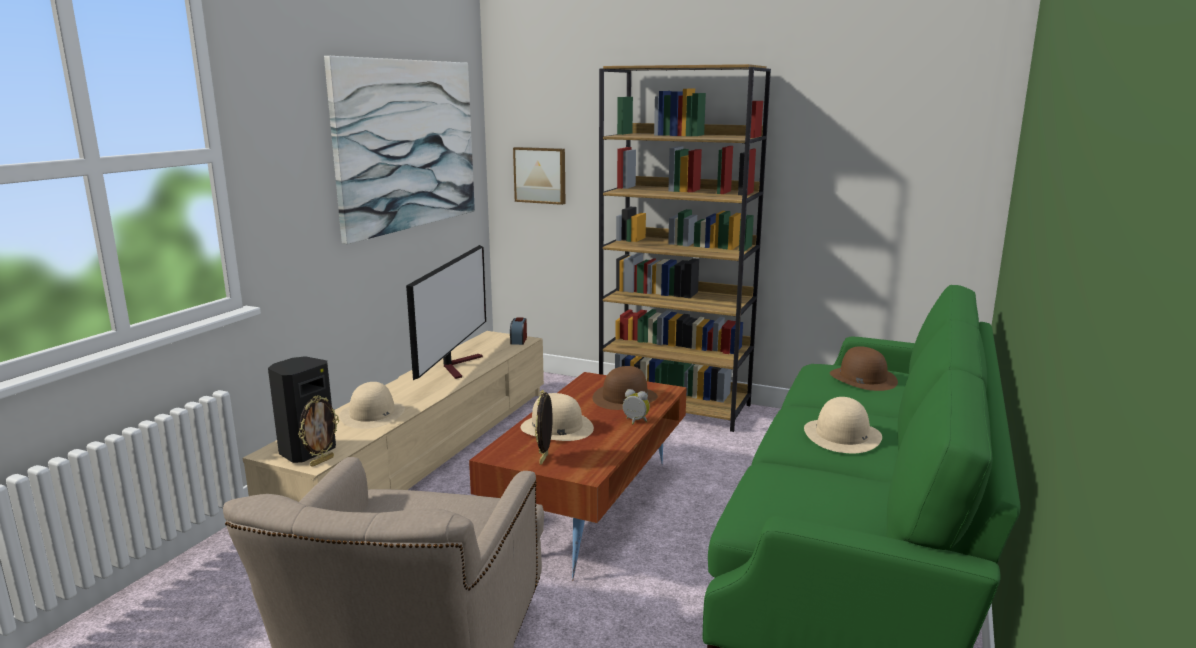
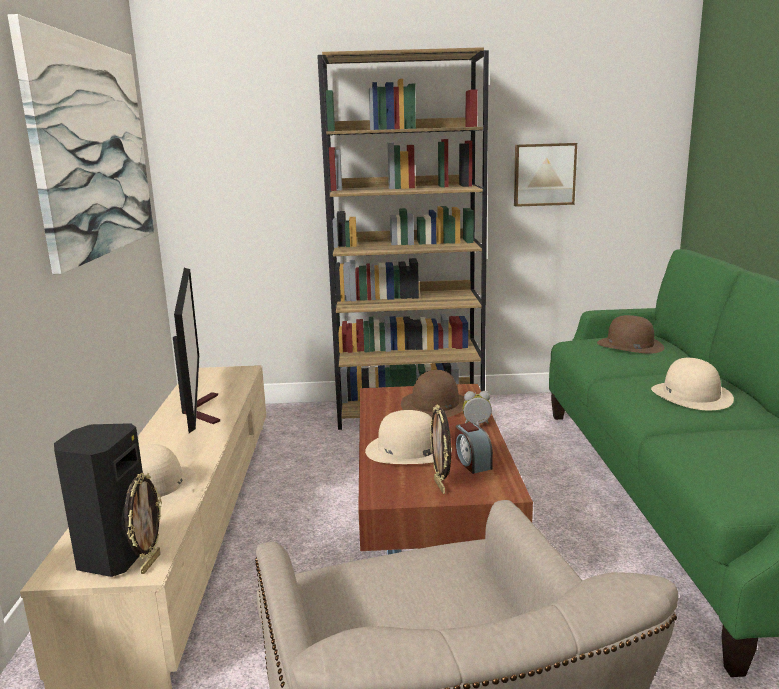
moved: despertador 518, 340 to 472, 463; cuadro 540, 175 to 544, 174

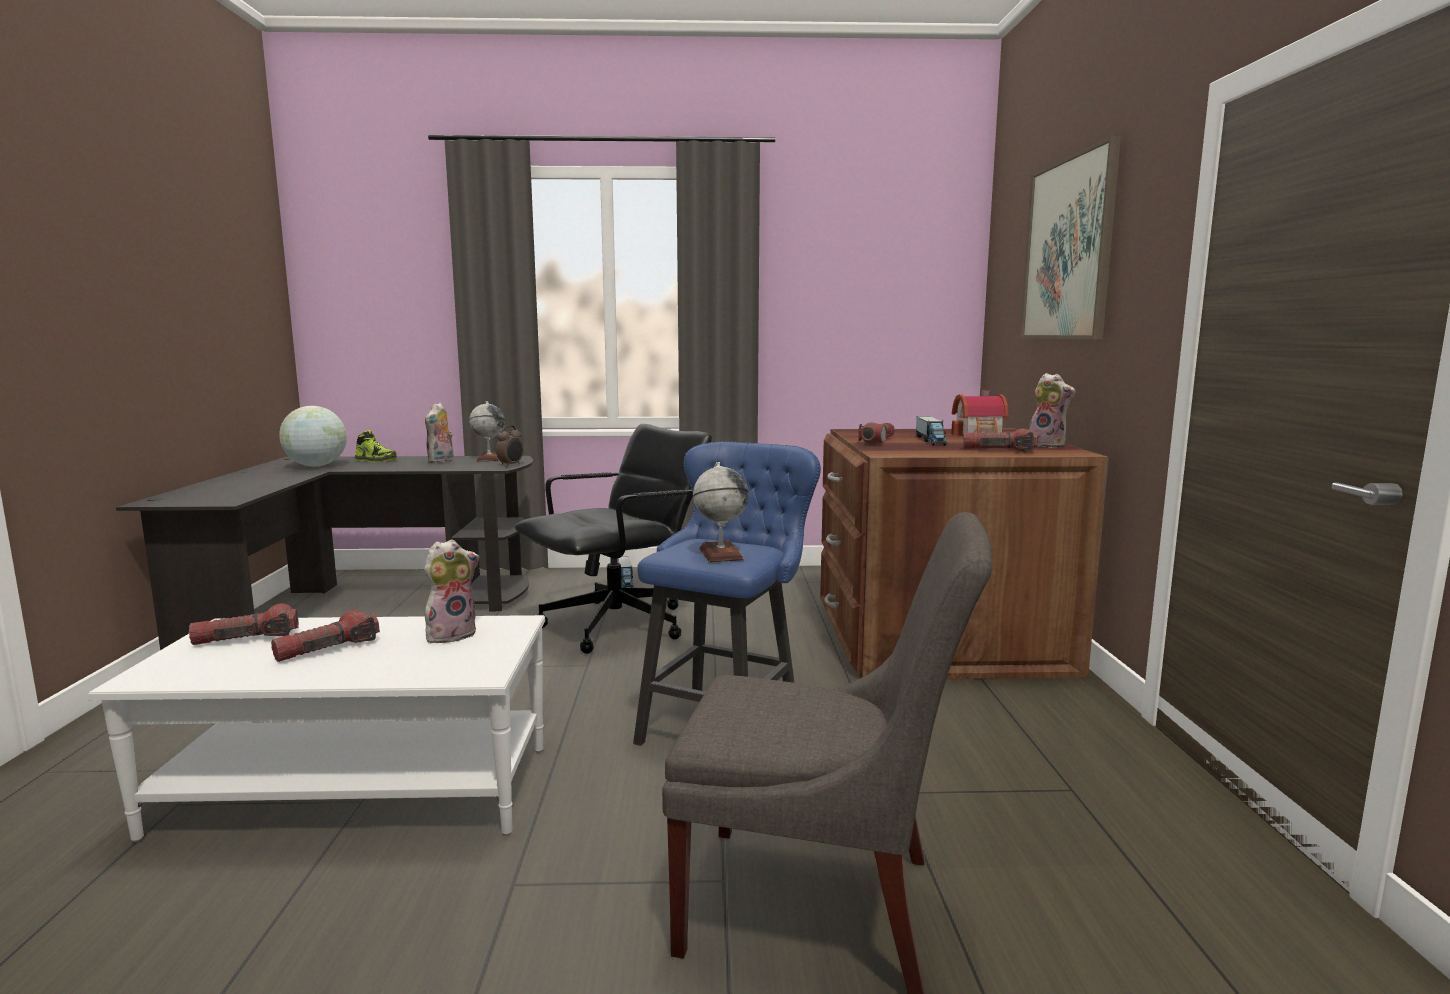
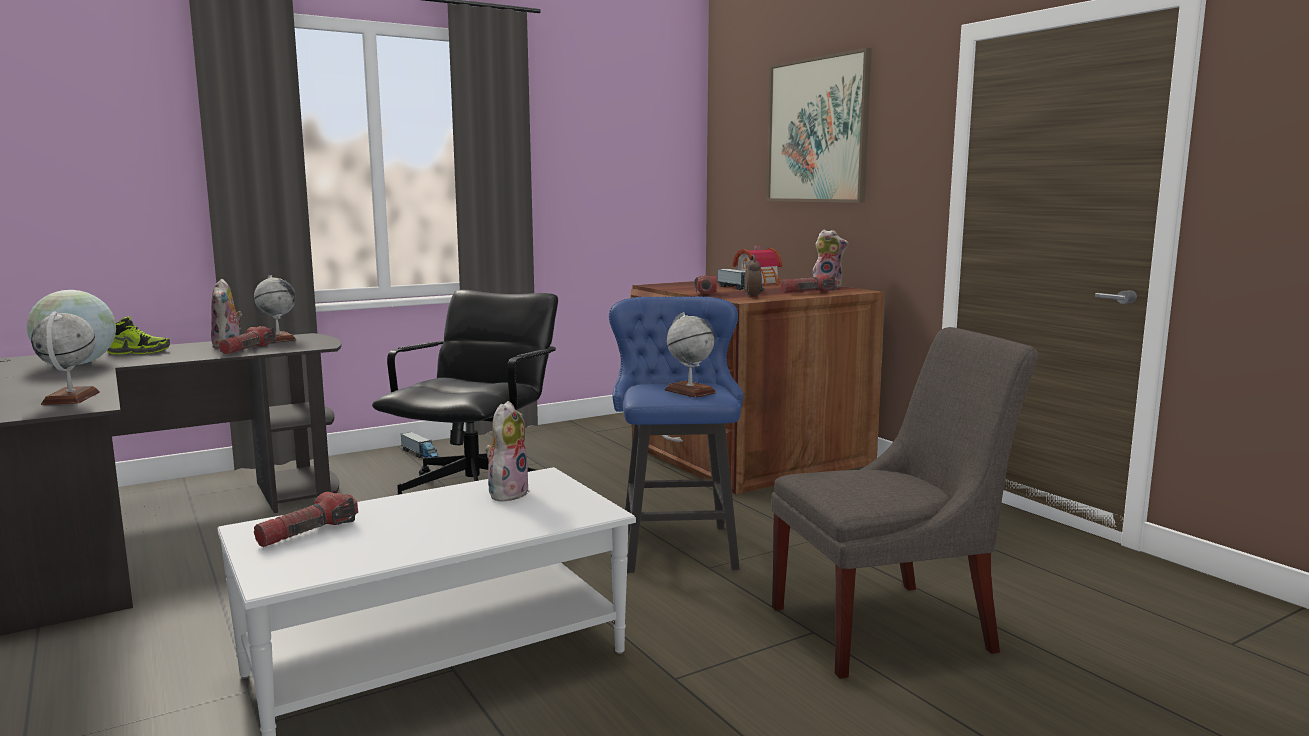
added: globo terráqueo 71, 398
moved: linterna 328, 649 to 248, 349; despertador 511, 465 to 753, 297

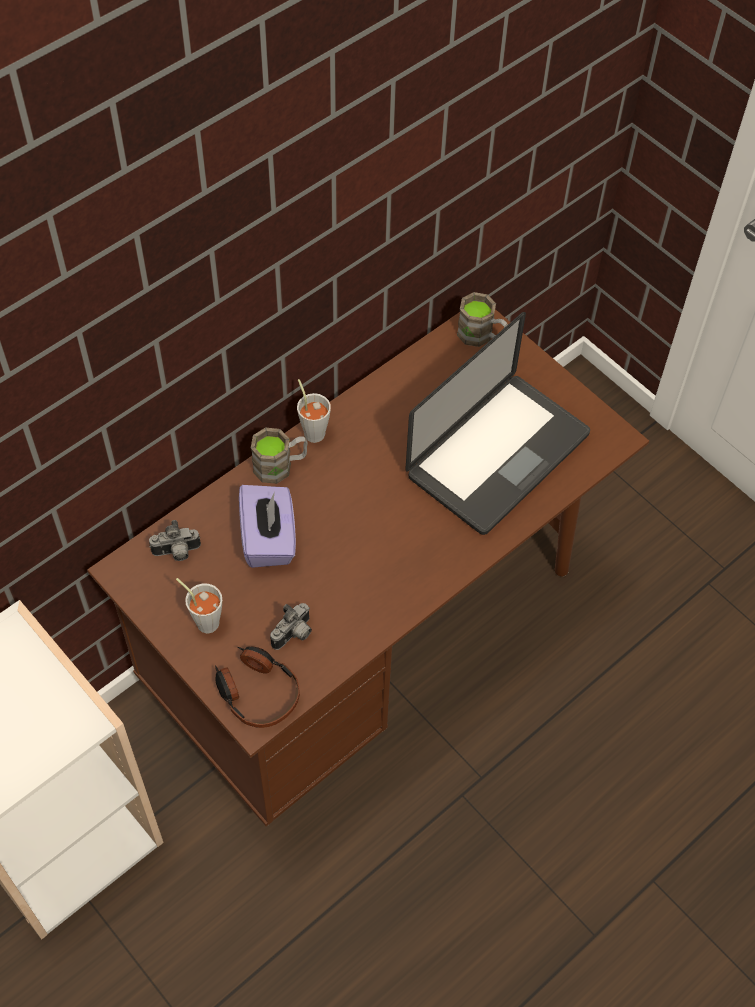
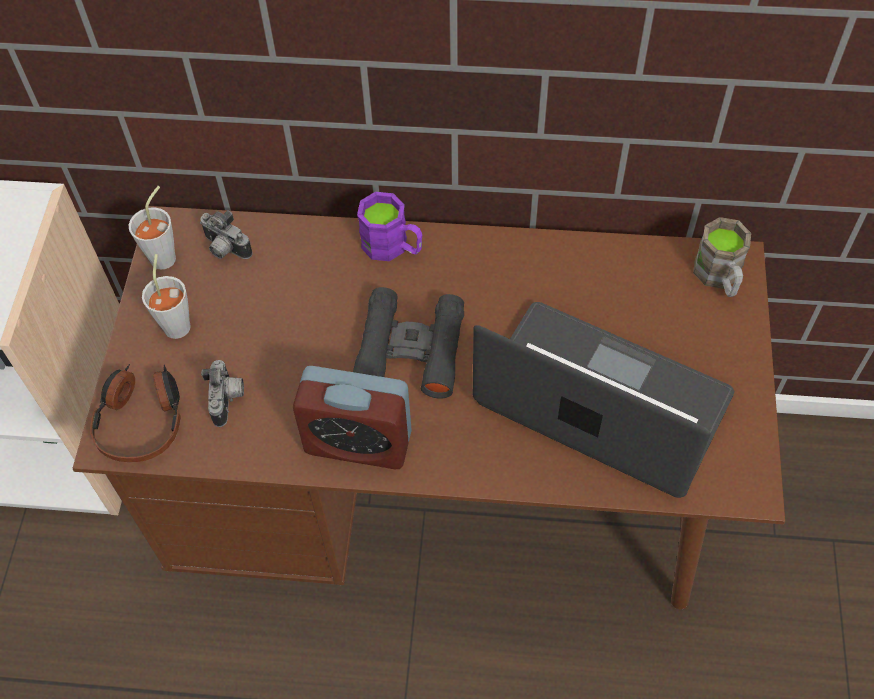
removed: caja de pañuelos/morado 269, 539
added: despertador 358, 442; prismáticos/negro 410, 349
moved: taza/gris 313, 430 to 166, 254
recoloured: taza grande/marrón 280, 465 to taza grande/morado 393, 247
turned: cámara 294, 635 = 228, 400 90 degrees counterclockwise; portátil 498, 455 = 602, 401 150 degrees counterclockwise

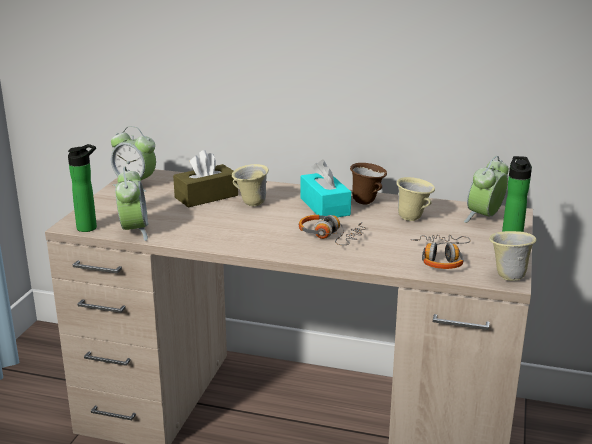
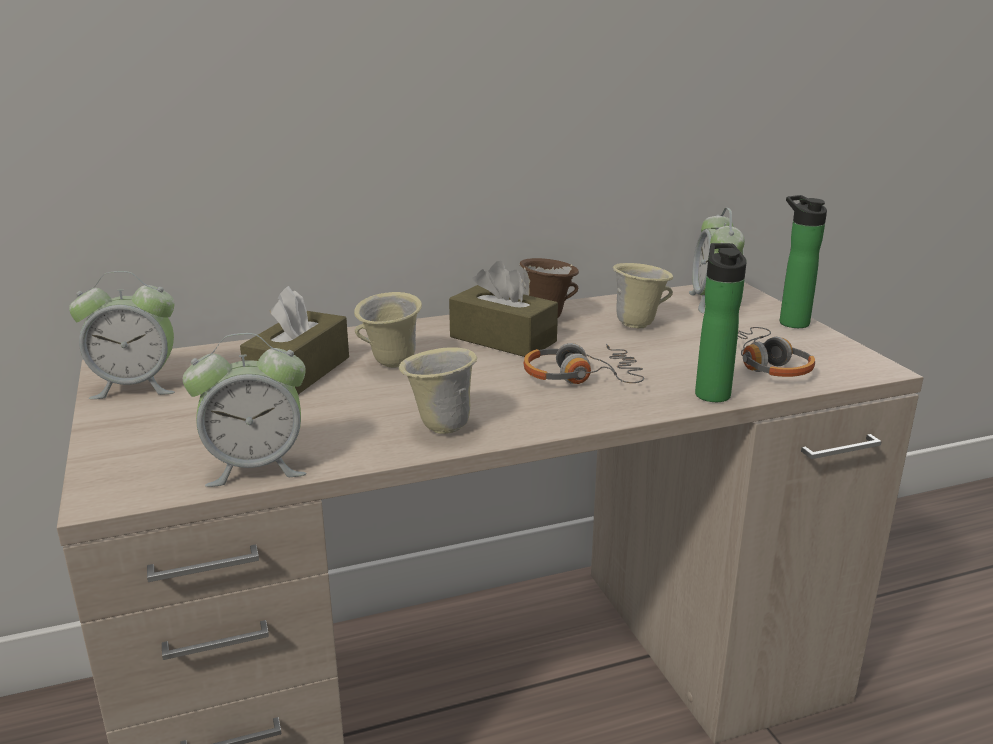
moved: botella 89, 227 to 711, 392; taza grande/beis 507, 276 to 439, 427
recoloured: caja de pañuelos/turquesa 324, 206 to caja de pañuelos/marrón 503, 339
turned: despertador 134, 231 = 256, 467 120 degrees clockwise

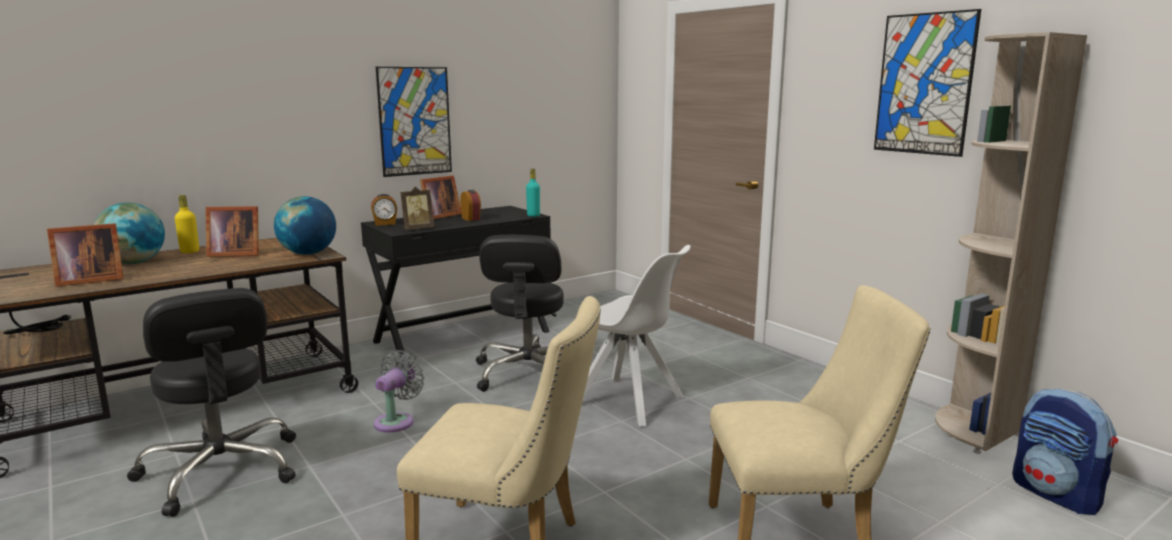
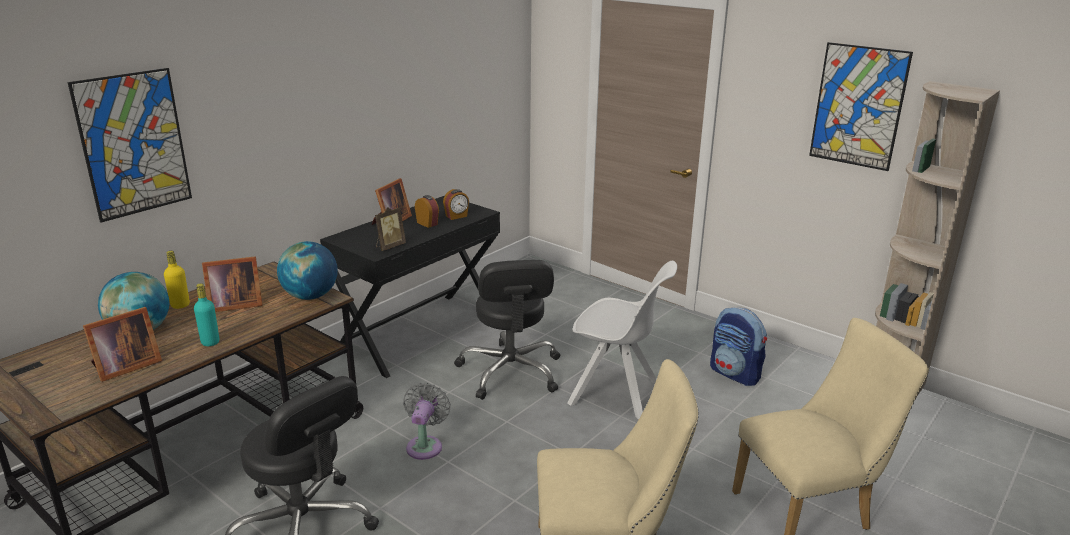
moved: despertador 385, 224 to 456, 216; cuadro 414, 121 to 133, 144; botella/turquesa 533, 215 to 210, 342; mochila 1057, 495 to 735, 374

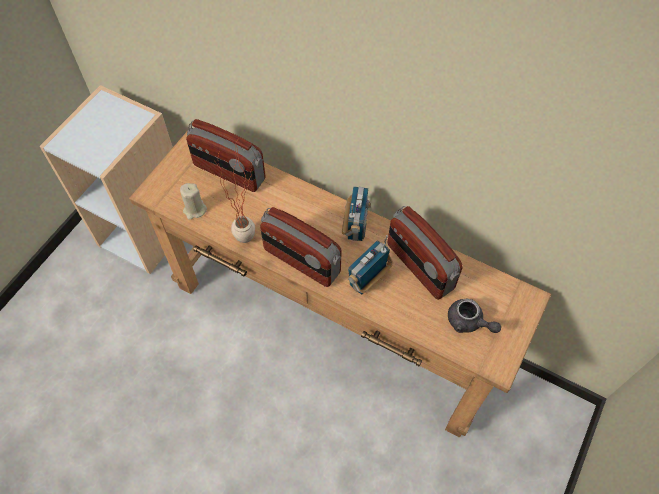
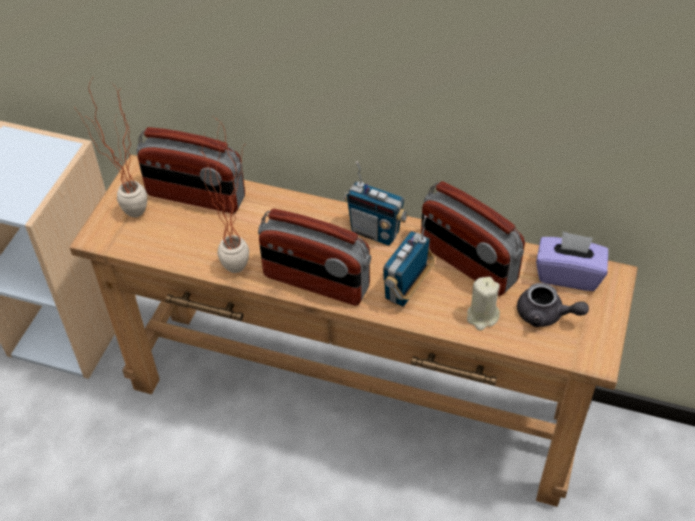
added: planta en maceta 128, 218; caja de pañuelos/morado 568, 274
moved: vela/beis 195, 210 to 482, 316
turned: radio 355, 227 = 375, 232 120 degrees clockwise

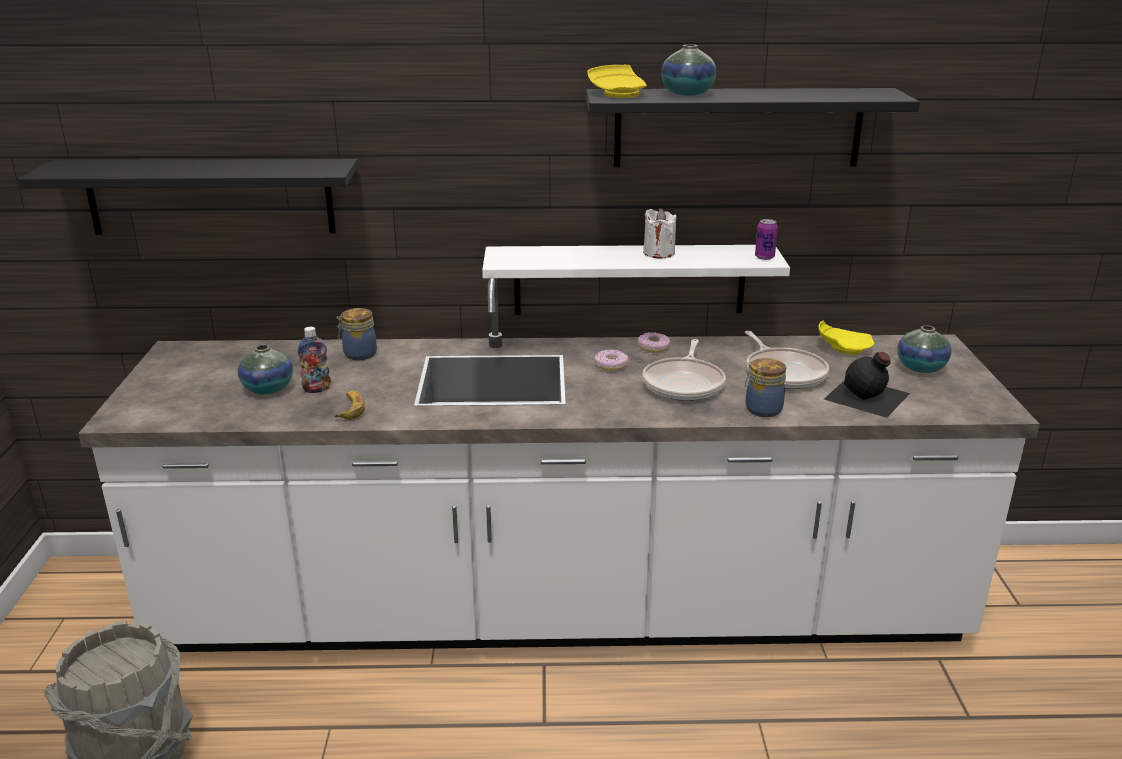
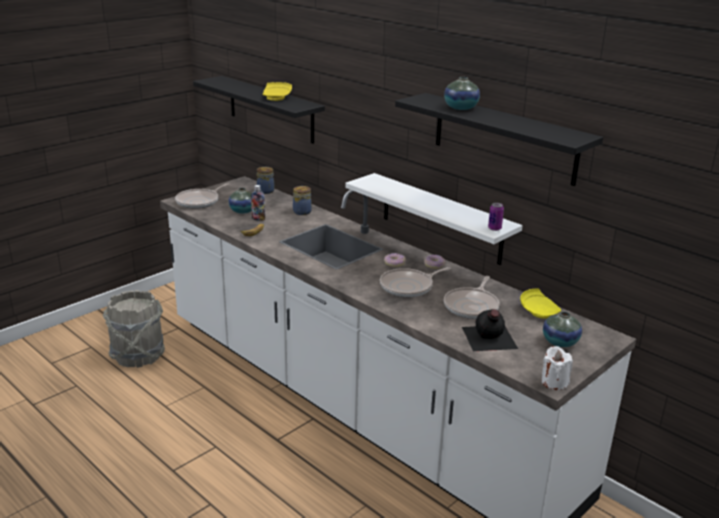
added: sartén 199, 201
moved: plato/amarillo 619, 94 to 277, 97; vela/blanco 659, 253 to 554, 382; tarro 762, 409 to 265, 191

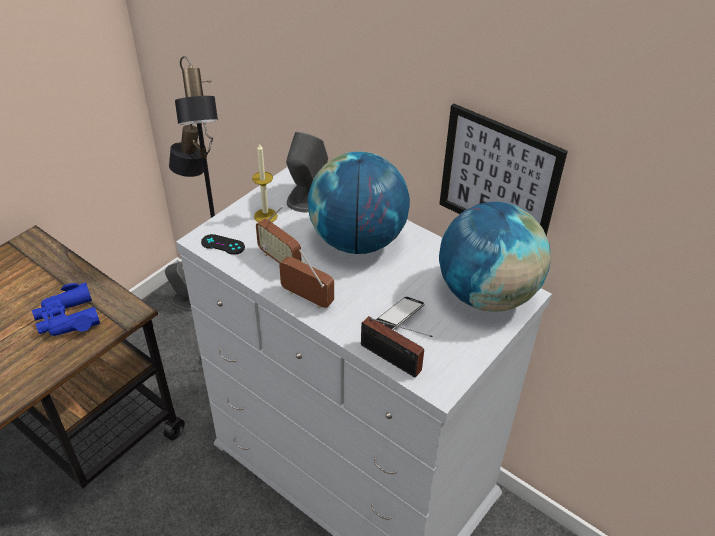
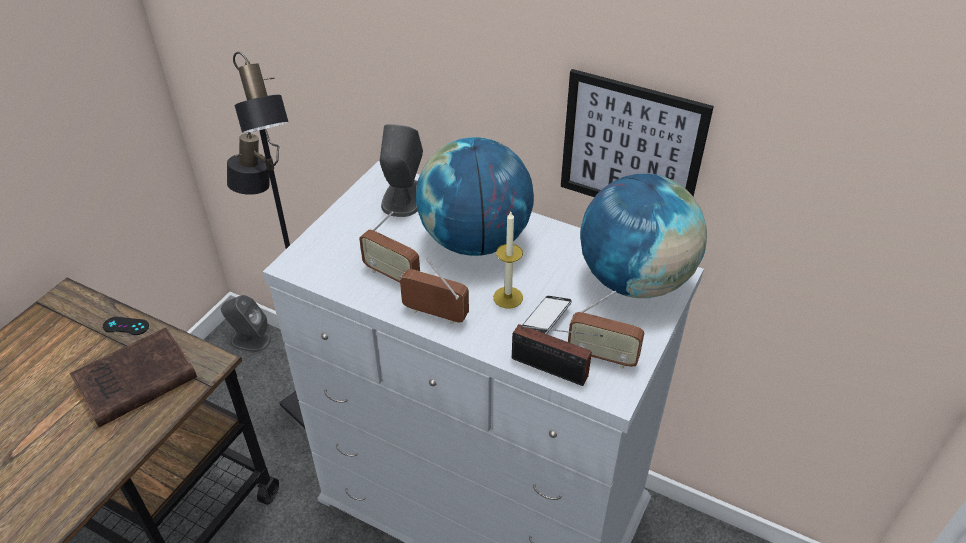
added: radio 602, 356
moved: mando de consola/negro 223, 244 to 126, 326; vela 265, 216 to 508, 297
replaced: prismáticos/azul 67, 318 to libro/marrón 133, 382

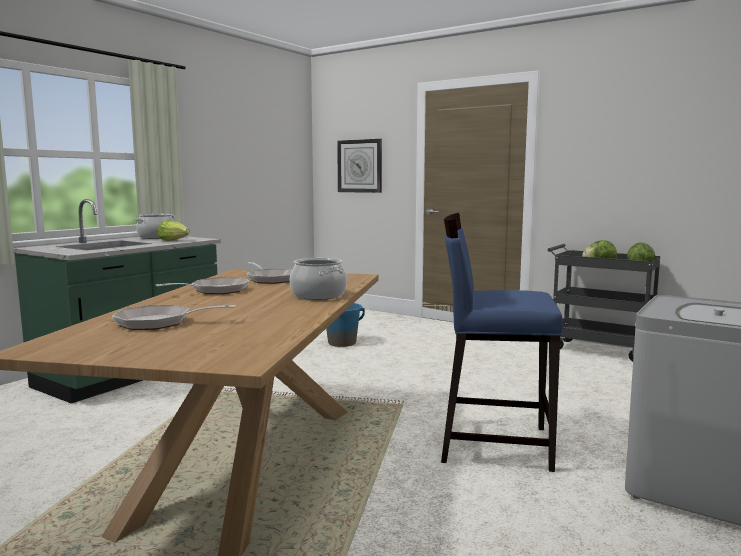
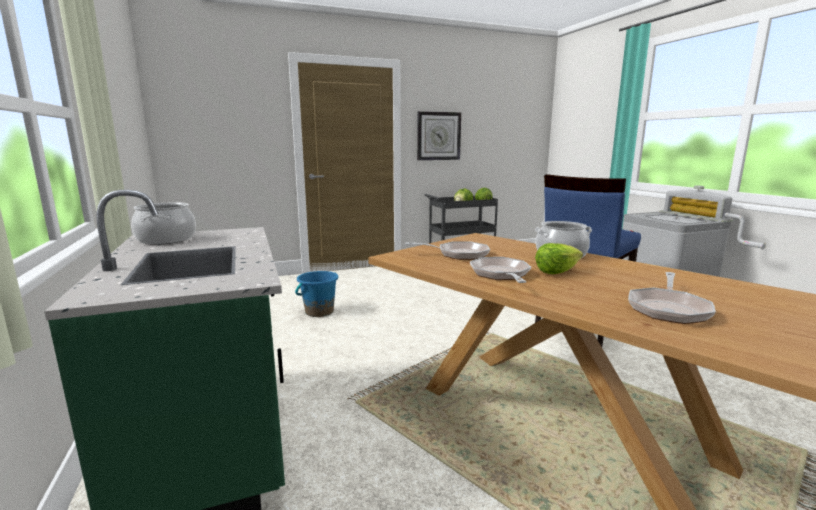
moved: lechuga 174, 240 to 556, 271; reloj de pared 360, 166 to 438, 136

